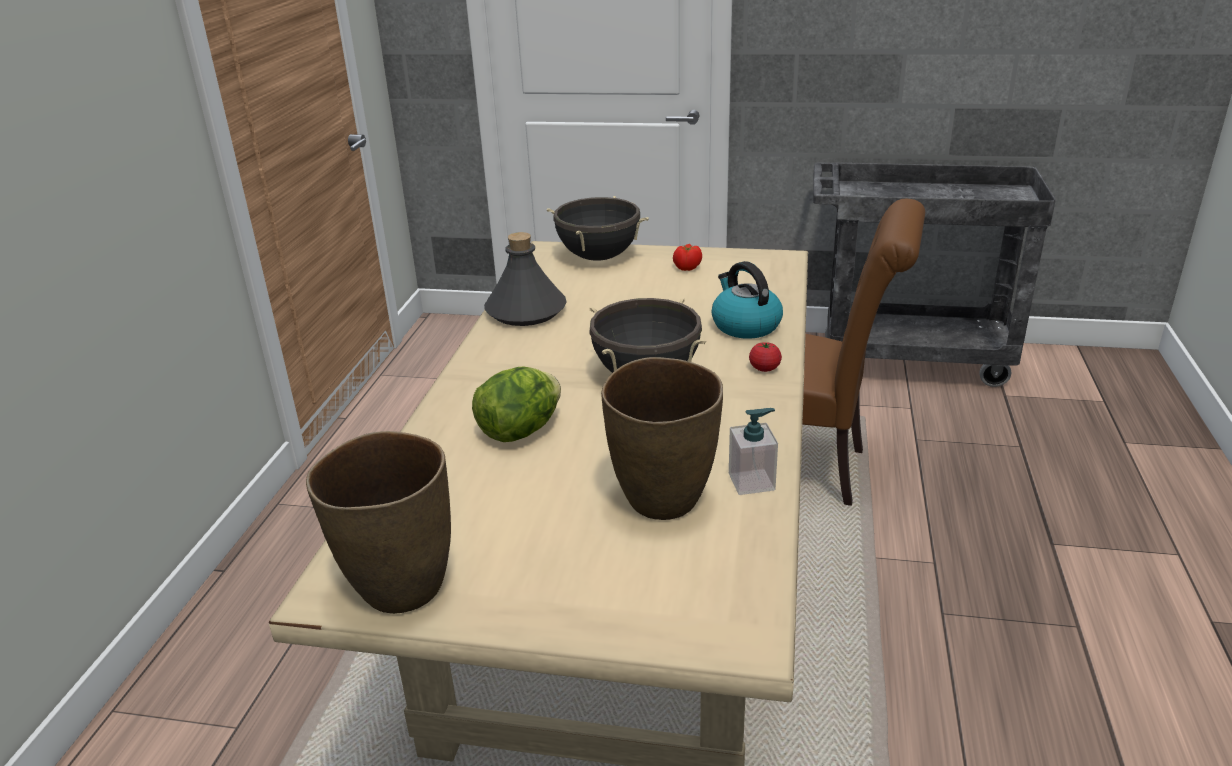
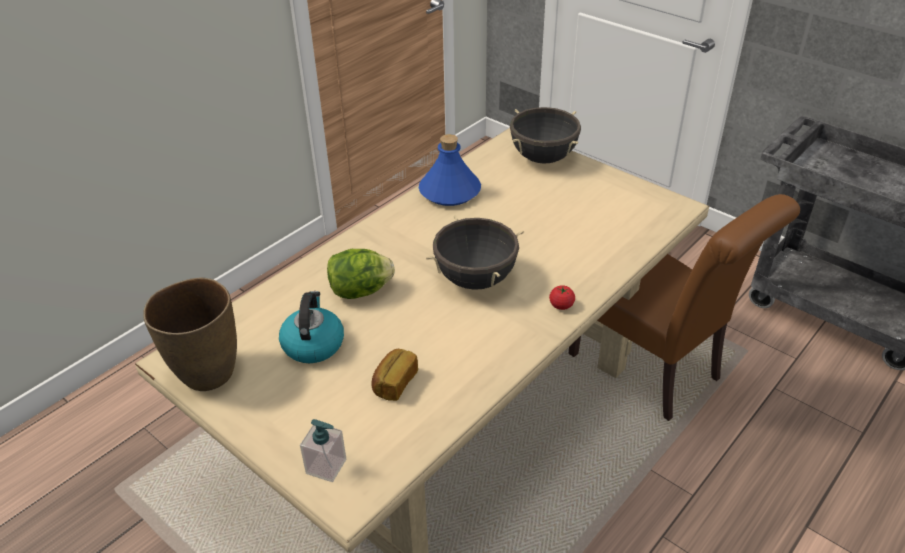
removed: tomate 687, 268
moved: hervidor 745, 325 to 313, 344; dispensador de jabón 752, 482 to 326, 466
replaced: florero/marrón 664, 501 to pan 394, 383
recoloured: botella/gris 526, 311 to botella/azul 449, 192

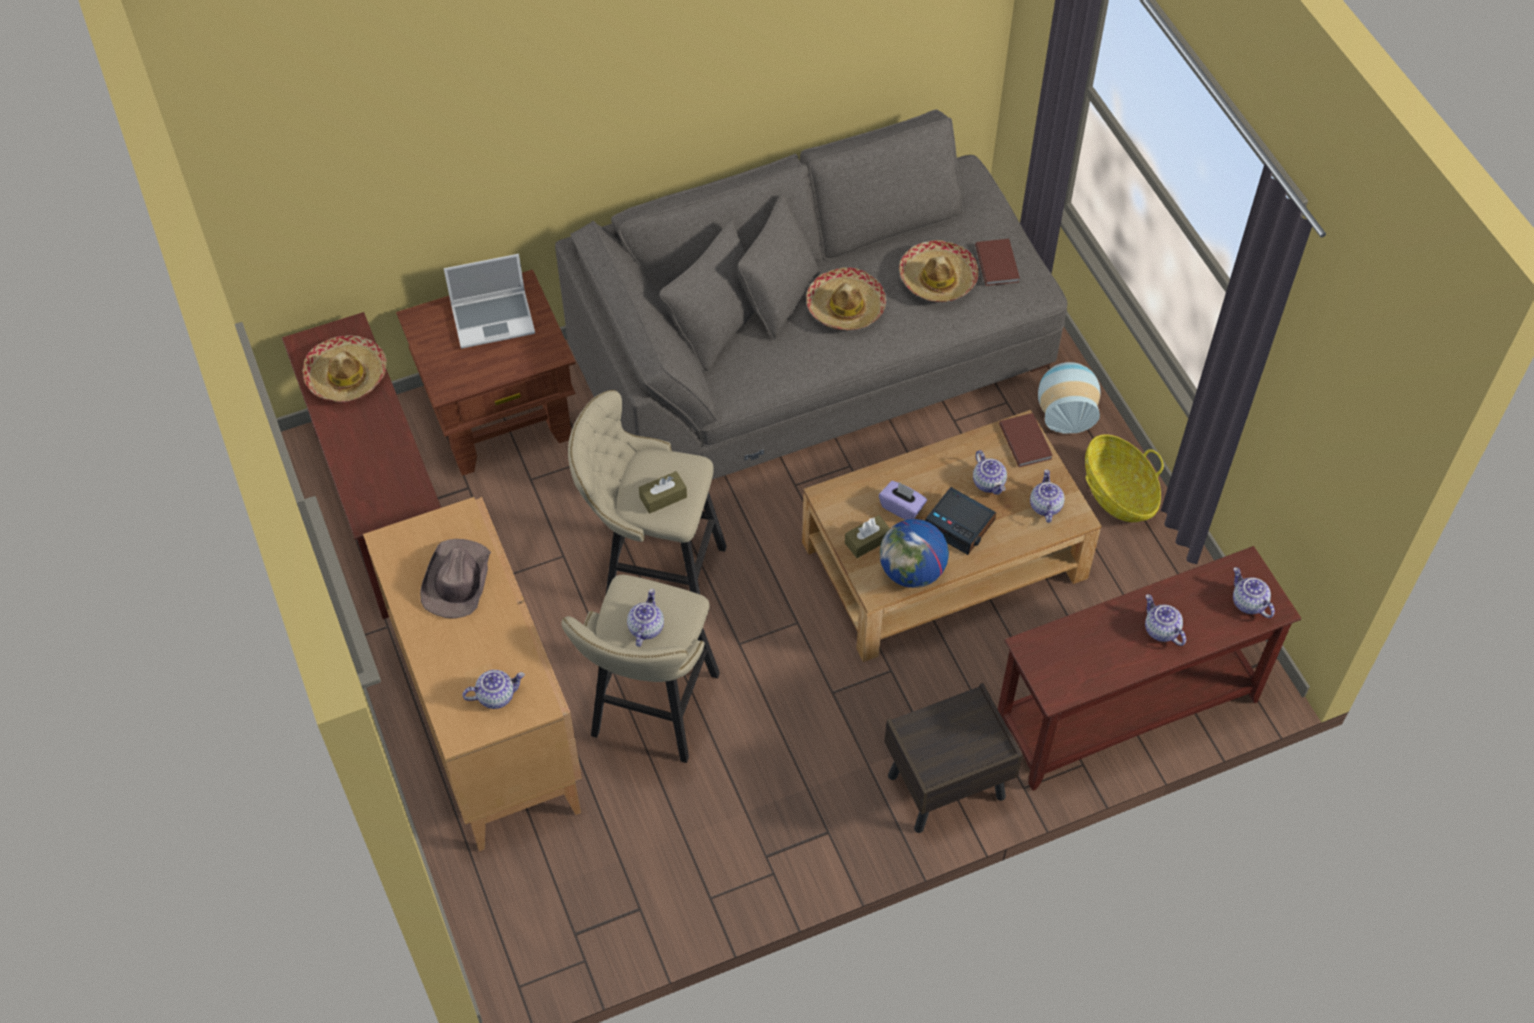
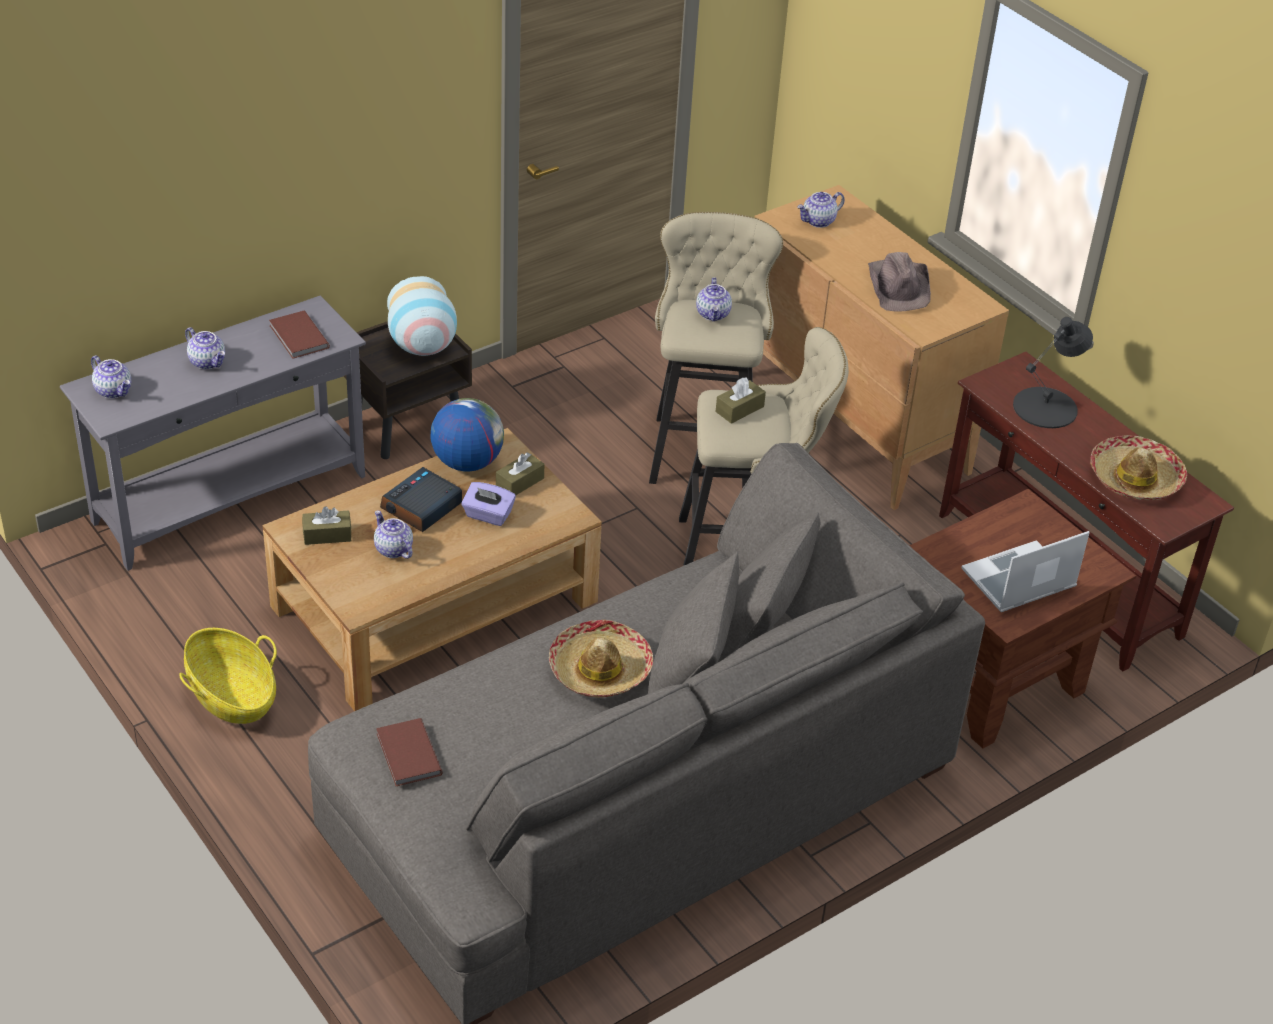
removed: sombrero 937, 279
added: lámpara de mesa/negro 1046, 407
moved: libro/marrón 1026, 441 to 298, 337; florero 1065, 412 to 422, 347
replaced: tetera 1045, 506 to caja de pañuelos/marrón 327, 535
recoloured: mesa consola/marrón 1125, 712 to mesa consola/gris 231, 497
turned: despertador 960, 525 = 421, 507 75 degrees counterclockwise

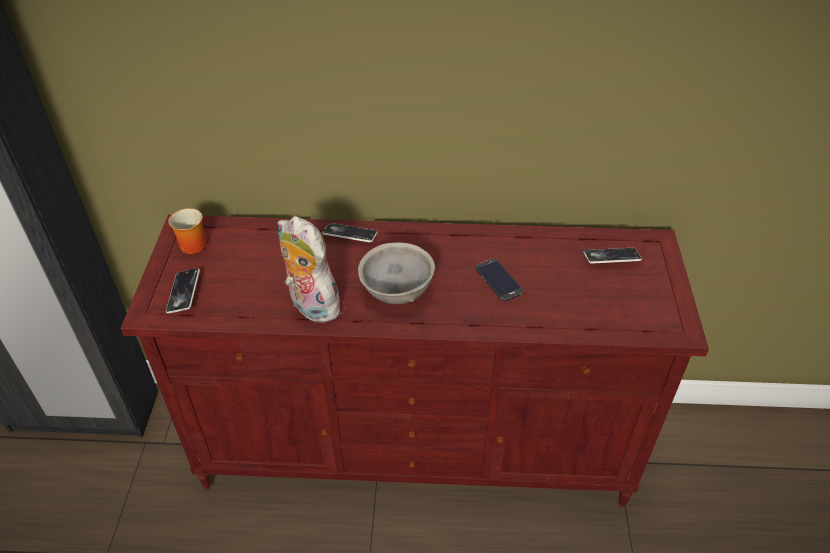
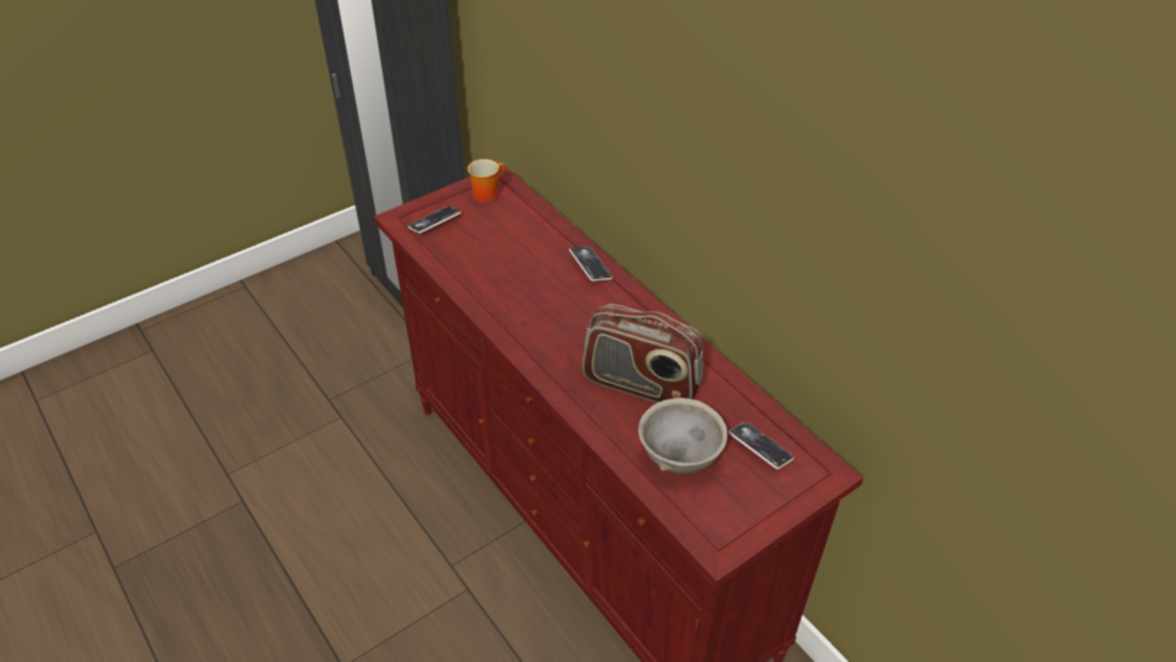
removed: peluche 310, 305
moved: cuenco/gris 396, 293 to 678, 457
replaced: móvil 498, 280 to radio 640, 384

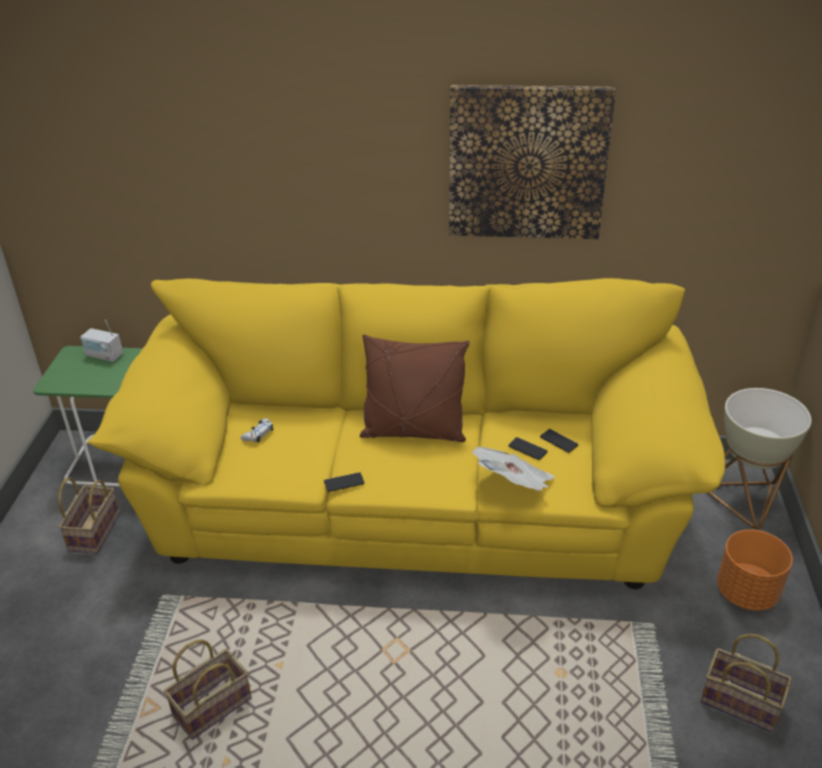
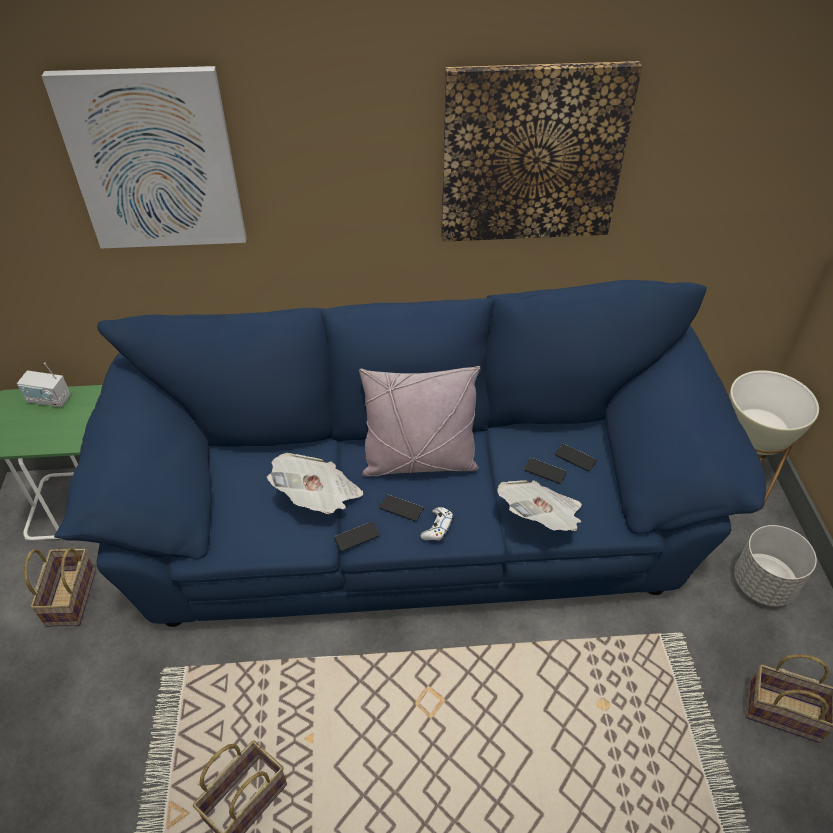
added: cuadro 154, 161; periódico 318, 497; móvil 401, 508
moved: mando de consola/blanco 258, 434 to 437, 528
recoloured: sofá/amarillo 413, 517 to sofá/azul 416, 537; cojín/marrón 413, 432 to cojín/morado 419, 462; maceta/naranja 747, 592 to maceta/gris 763, 584

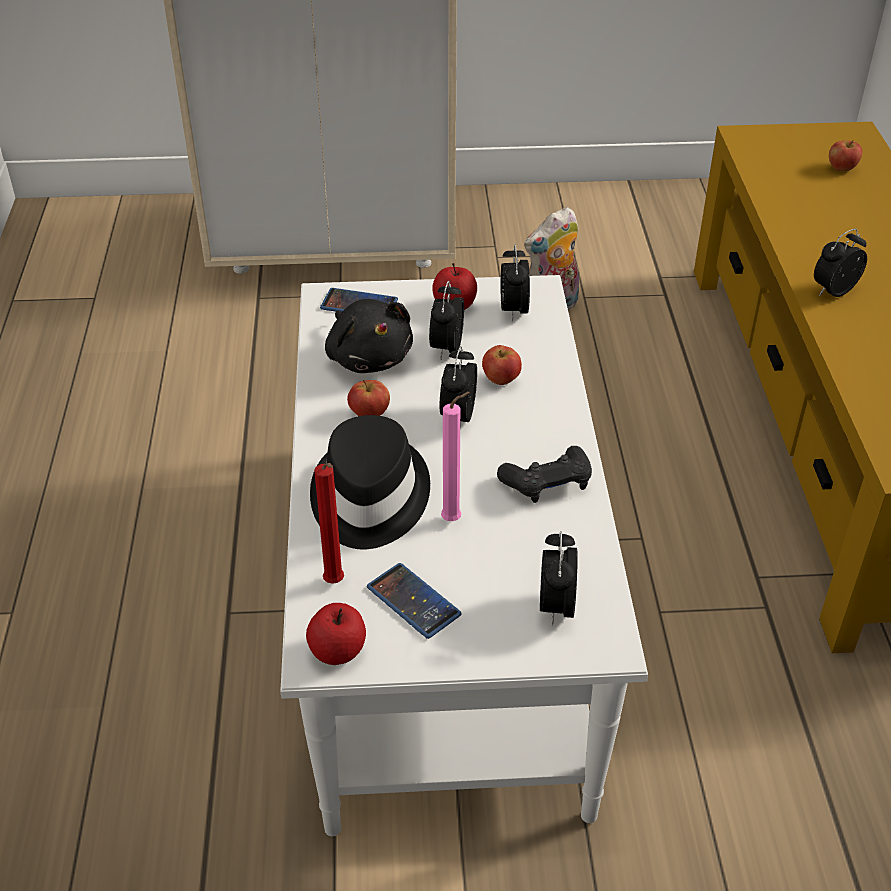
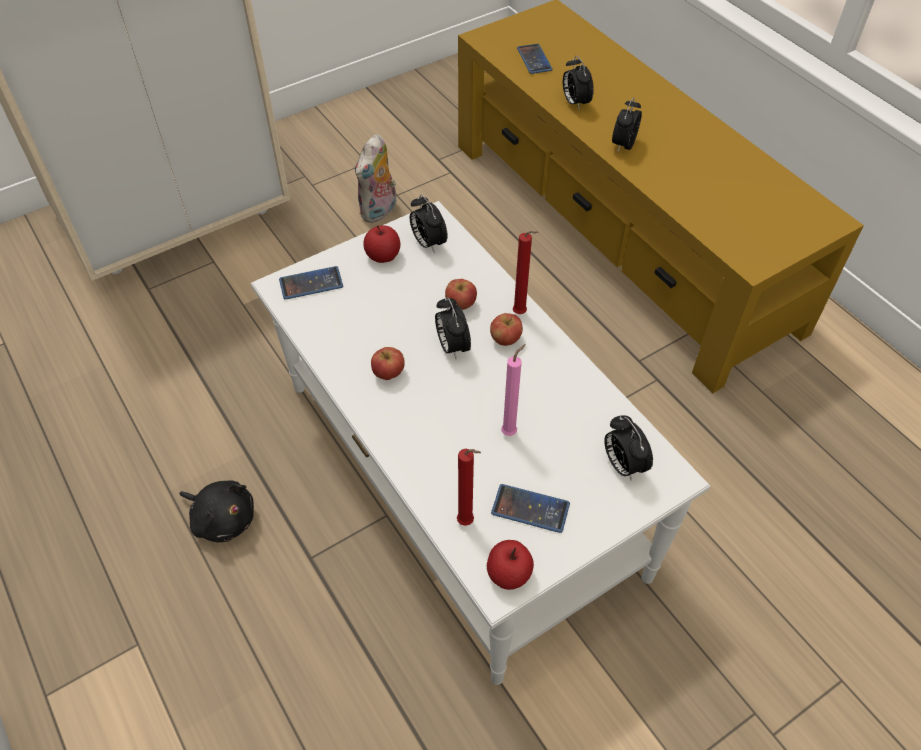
removed: sombrero/negro 368, 497; mando de consola/negro 547, 483
added: vela/rojo 521, 314; móvil 534, 59
moved: peluche/negro 368, 357 to 222, 518; despertador 446, 348 to 575, 102; manzana 841, 168 to 505, 339

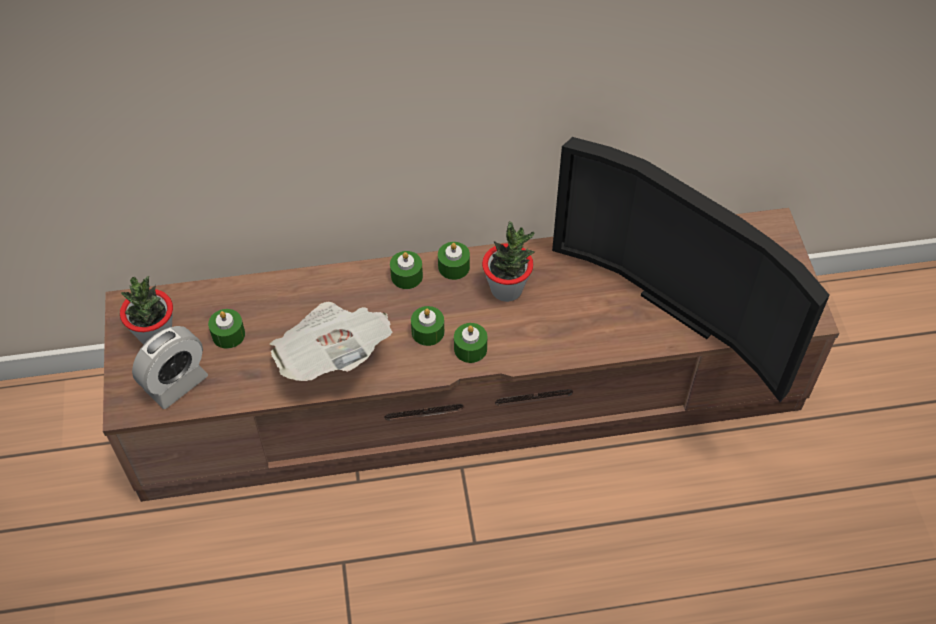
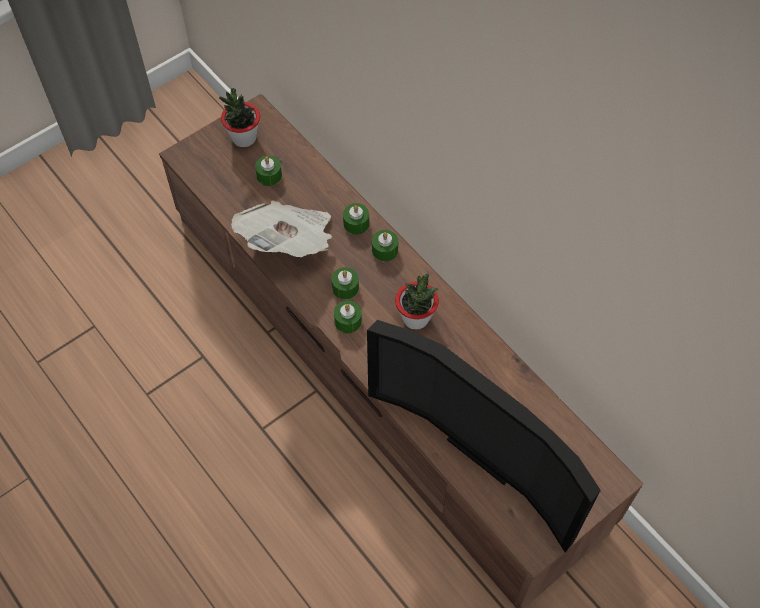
removed: despertador 176, 383
moved: vela/verde 453, 267 to 356, 223
turned: televisor 685, 301 = 487, 446 60 degrees counterclockwise

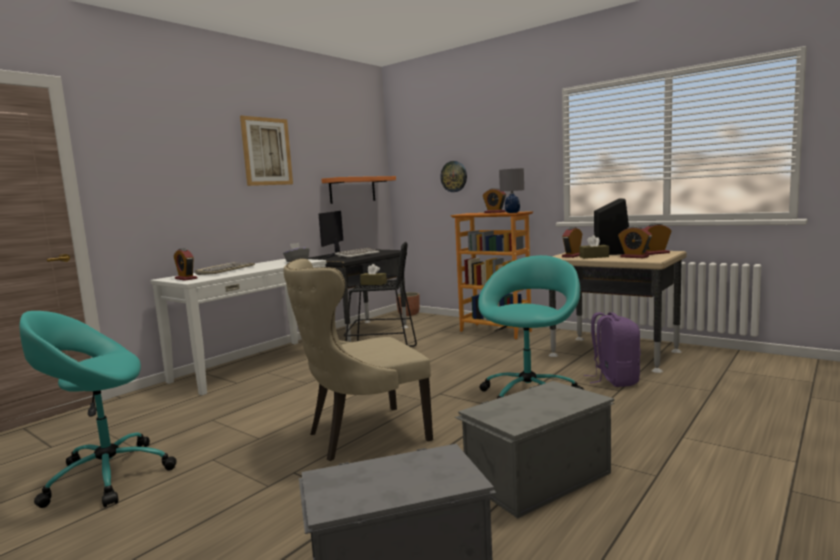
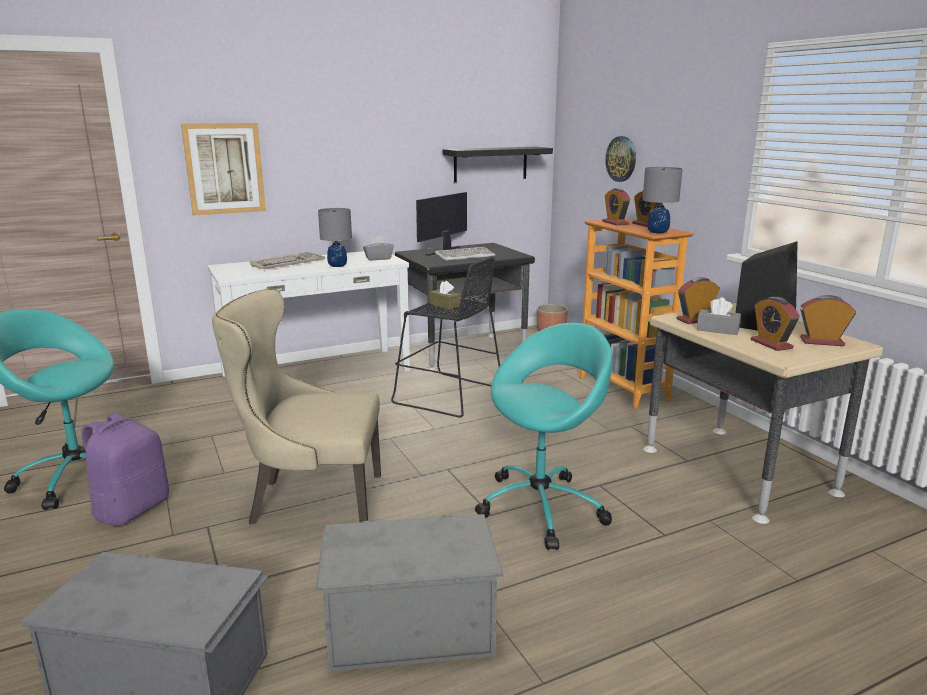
added: lámpara de mesa/gris 337, 265
moved: despertador 186, 278 to 615, 223; cuadro 267, 151 to 224, 169; mochila/morado 614, 380 to 131, 509
recoloured: estante/naranja 352, 190 to estante/negro 490, 164; caja de pañuelos/marrón 594, 257 to caja de pañuelos/gris 717, 329

